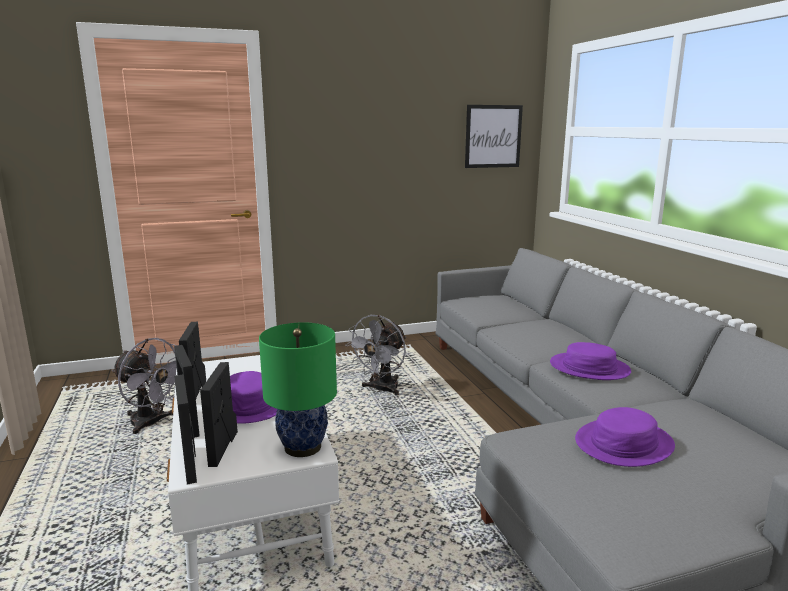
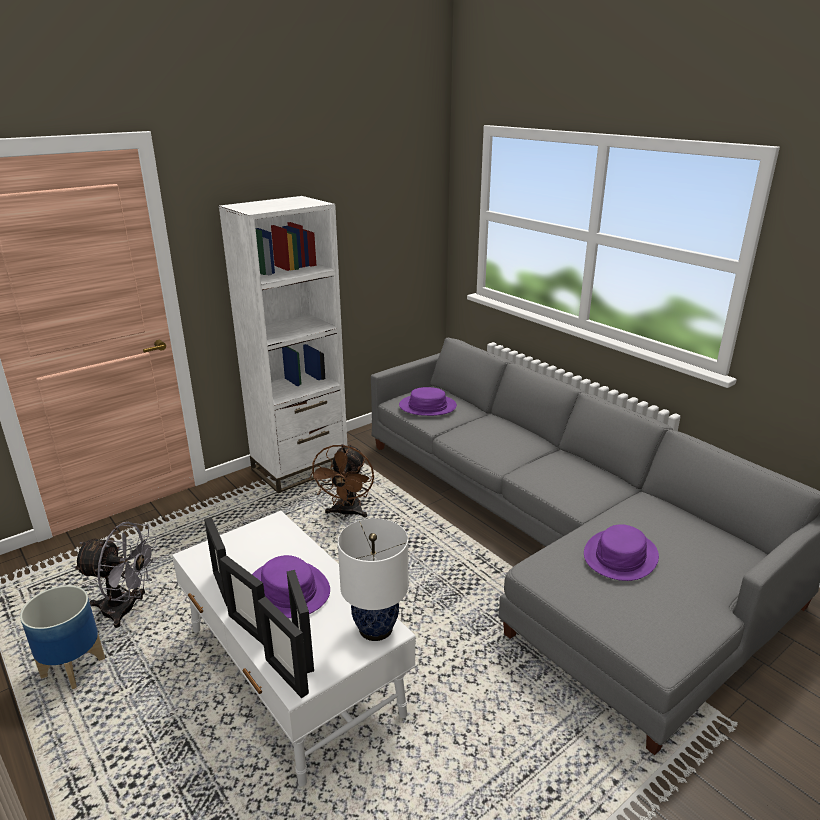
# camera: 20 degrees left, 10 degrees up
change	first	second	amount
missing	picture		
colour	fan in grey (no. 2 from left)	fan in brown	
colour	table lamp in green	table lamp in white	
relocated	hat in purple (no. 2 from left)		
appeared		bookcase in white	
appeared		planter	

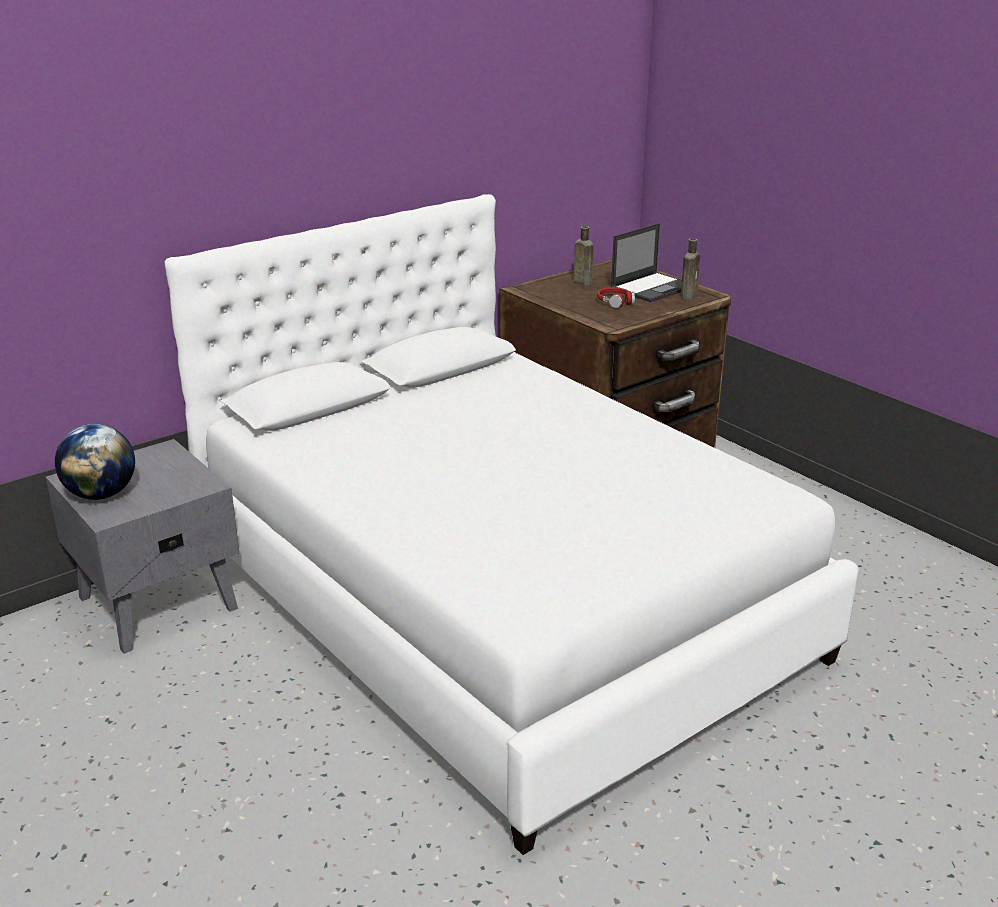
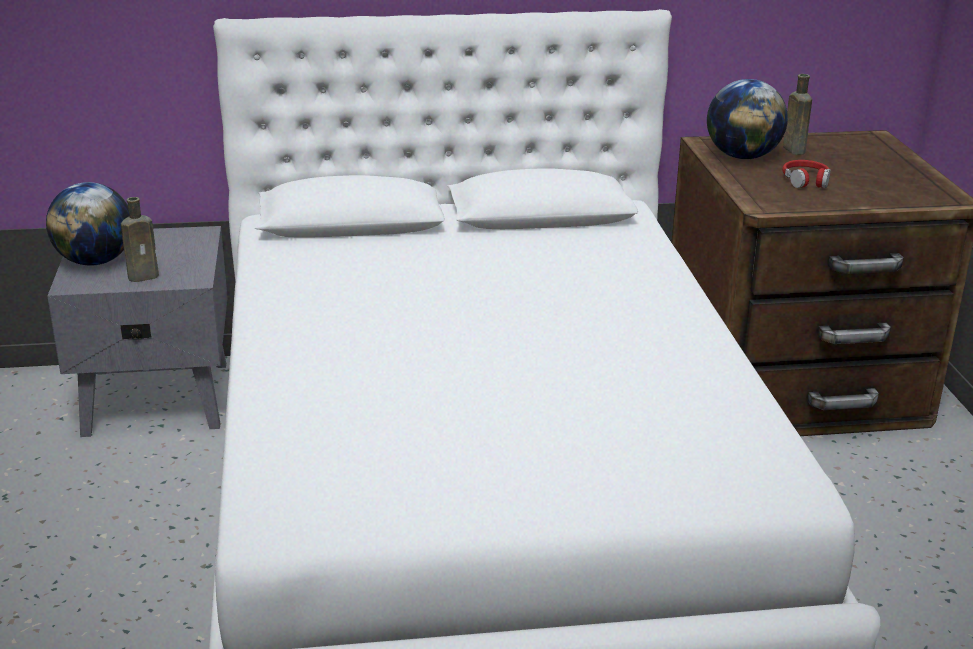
# camera: 30 degrees right, 0 degrees up
change	first	second	amount
missing	laptop		
relocated	bottle in brown (no. 2 from left in the first image)	bottle in brown (no. 1 from left)	
appeared		globe (no. 2 from left)	

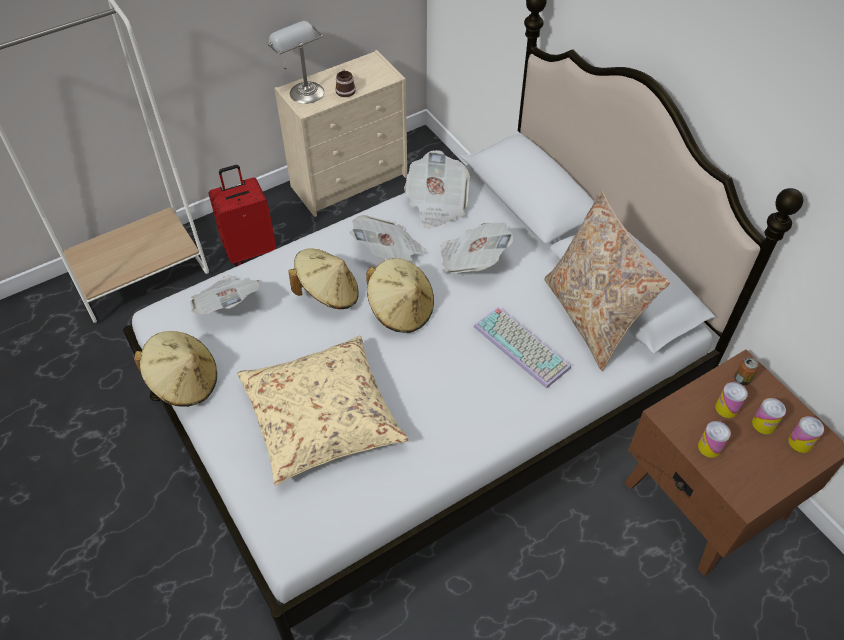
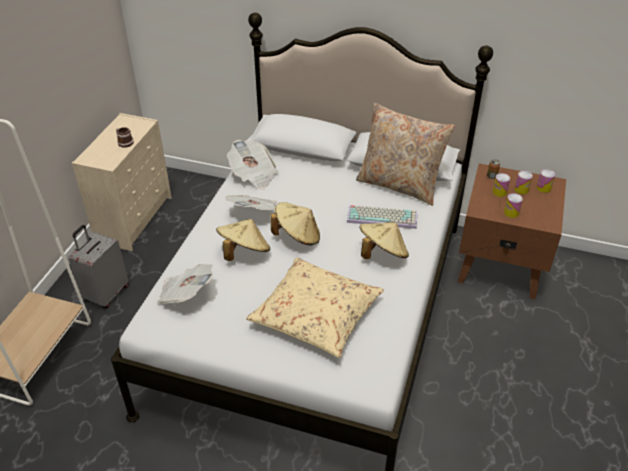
# camera: 40 degrees left, 10 degrees down
change	first	second	amount
missing	table lamp in white		
colour	suitcase in red	suitcase in grey	
missing	newspaper (no. 4 from left)		
relocated	hat in beige (no. 1 from left in the first image)	hat in beige (no. 3 from left)	

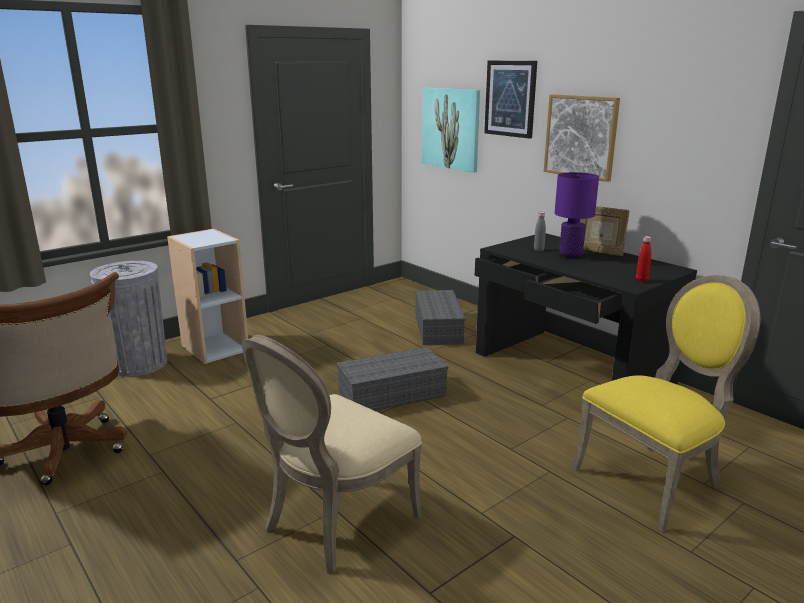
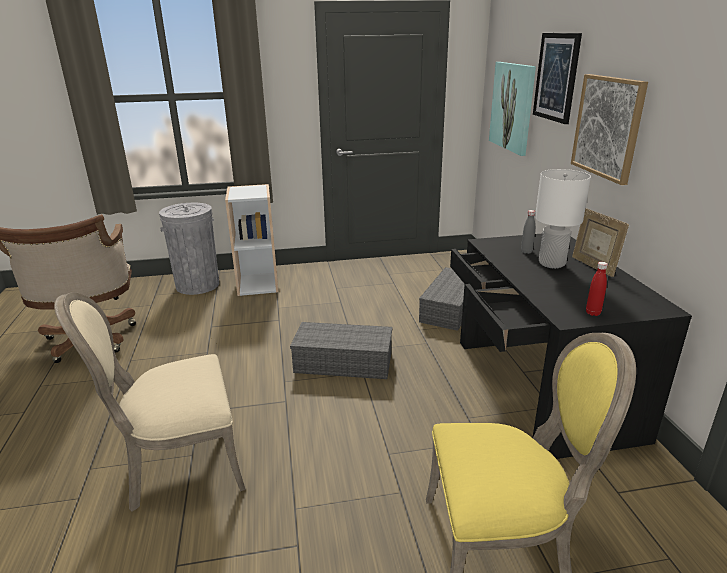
# camera: 30 degrees right, 5 degrees up
change	first	second	amount
colour	table lamp in purple	table lamp in white	

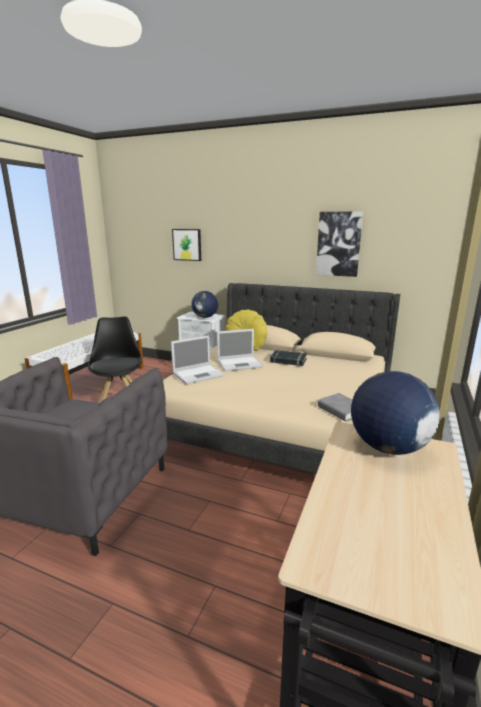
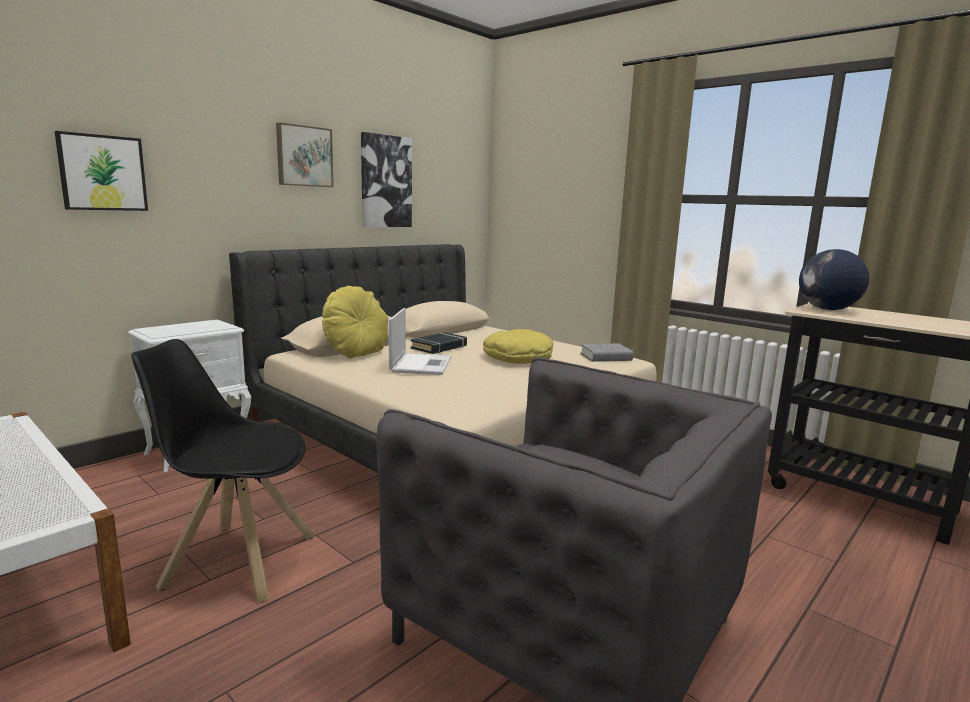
# camera: 70 degrees left, 5 degrees down
change	first	second	amount
missing	globe (no. 1 from left)		
missing	laptop (no. 1 from left)		
appeared		picture (no. 2 from left)	
appeared		pillow in yellow (no. 2 from left)	

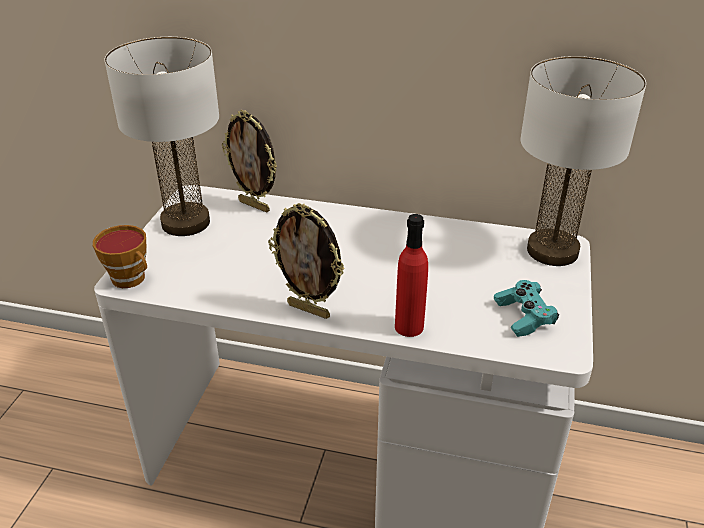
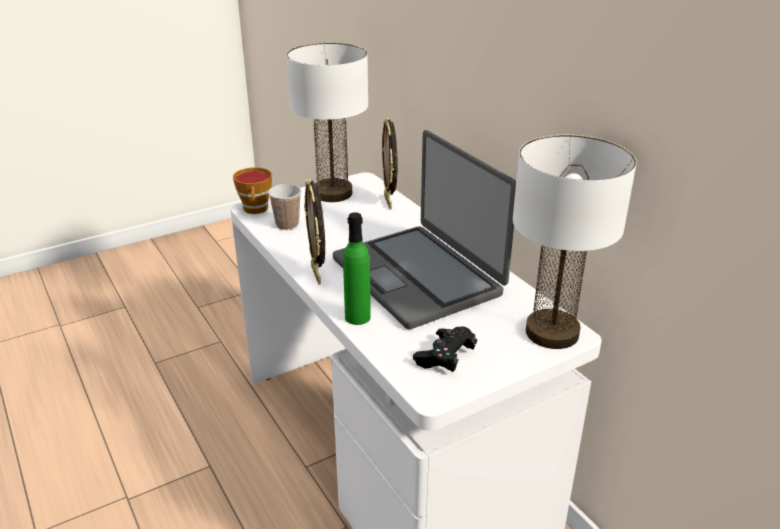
# camera: 45 degrees right, 5 degrees down
change	first	second	amount
colour	bottle in red	bottle in green	
colour	game controller in turquoise	game controller in black	
appeared		laptop	
appeared		cup (no. 2 from left)	

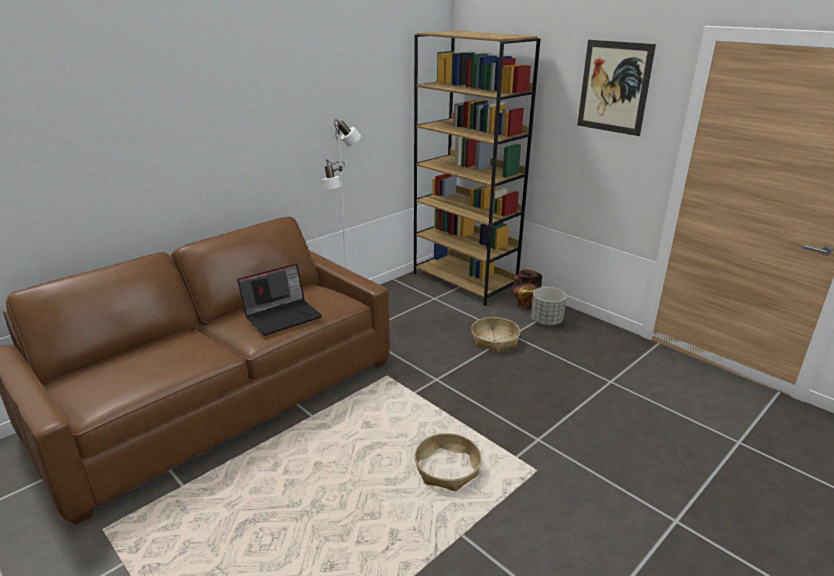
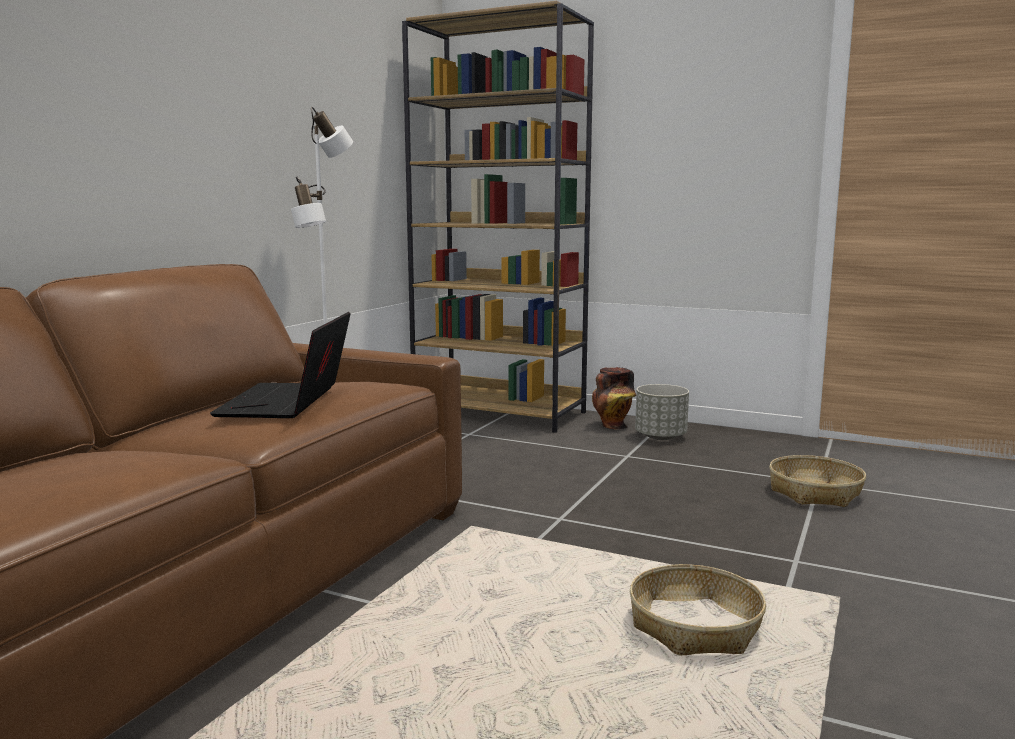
# camera: 20 degrees left, 15 degrees down
change	first	second	amount
missing	picture		
spun	laptop		150 degrees clockwise
relocated	basket (no. 2 from left)		

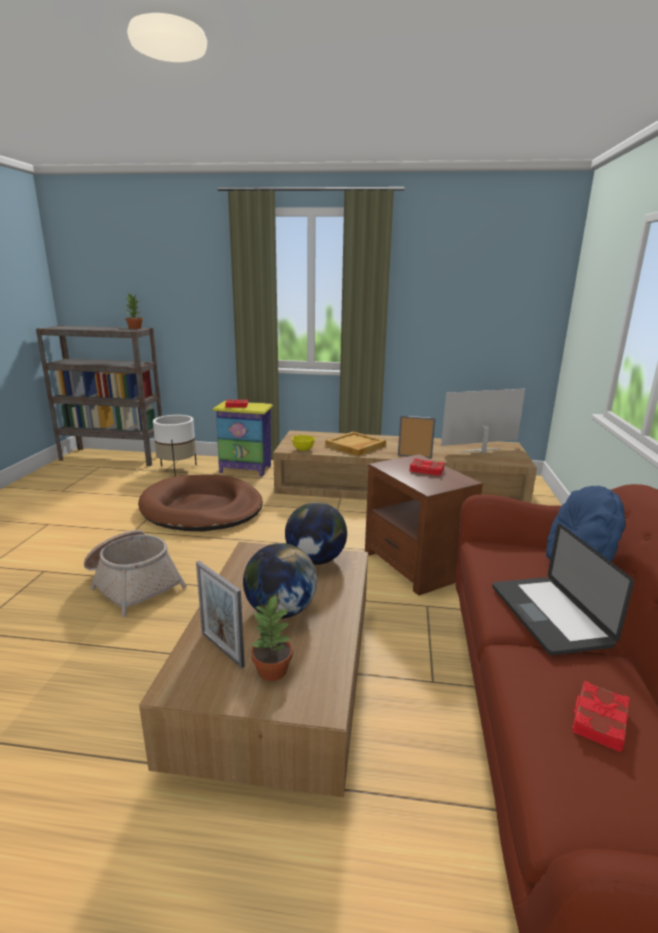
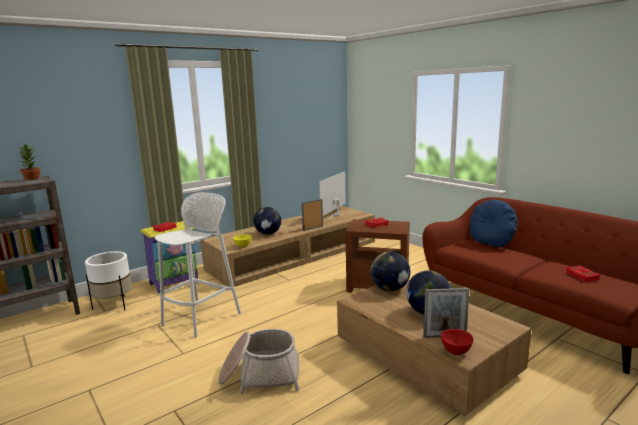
# camera: 45 degrees left, 5 degrees down
change	first	second	amount
exchanged	tray in beige	globe (no. 1 from left)	
exchanged	dog bed in brown	stool in white	
missing	laptop		
missing	potted plant (no. 2 from left)		
appeared		bowl in red	

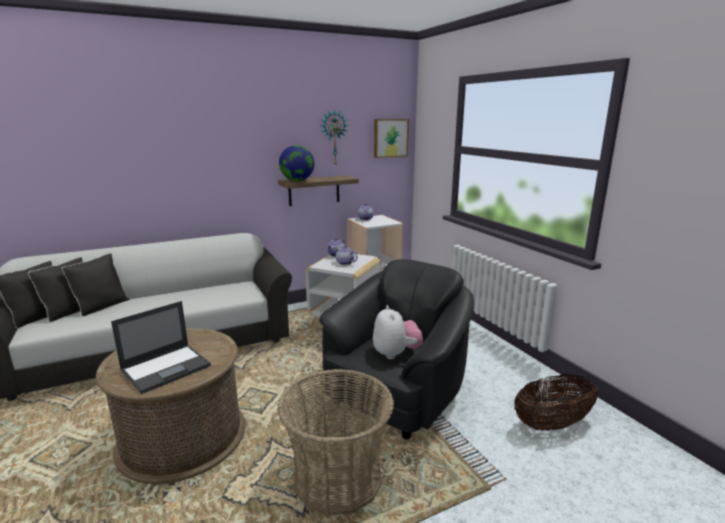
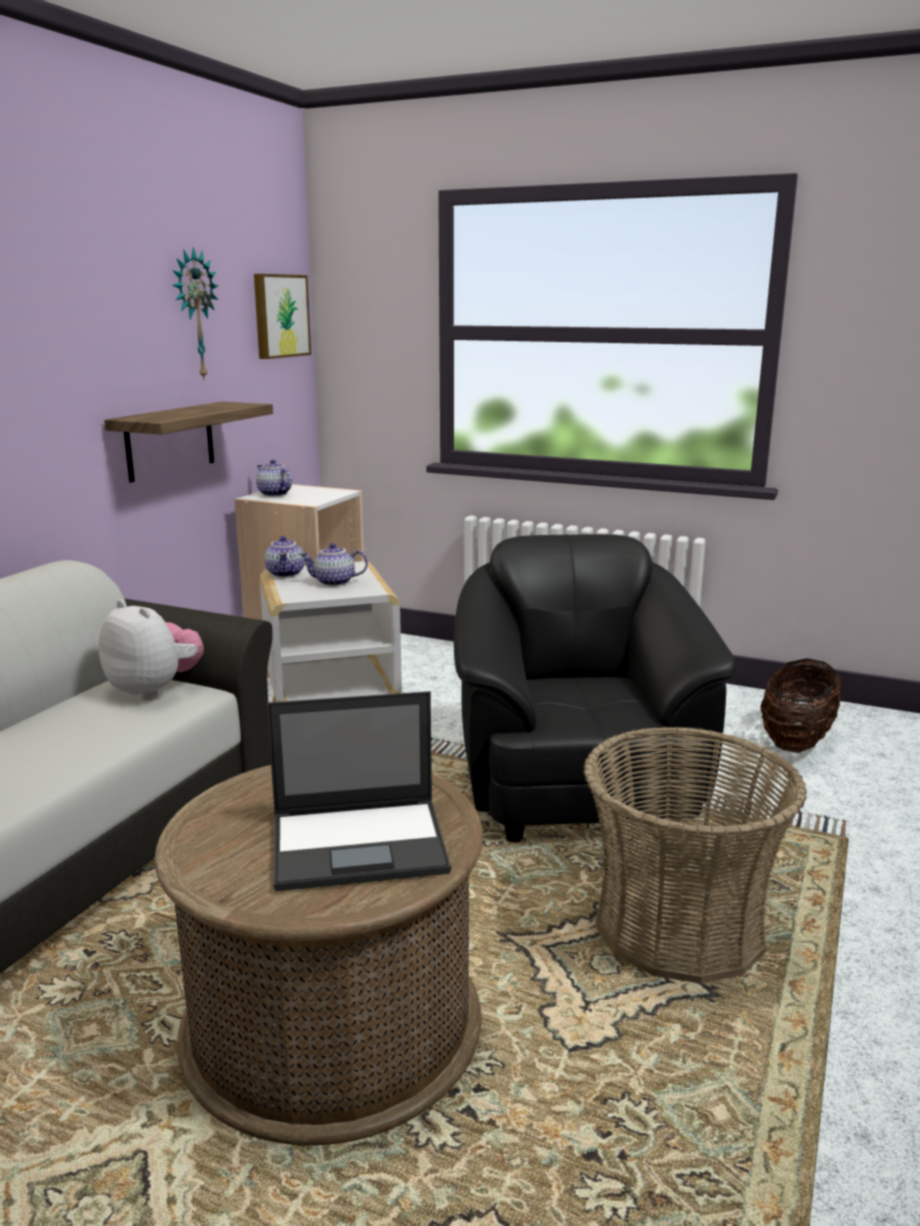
# camera: 40 degrees left, 0 degrees up
change	first	second	amount
missing	globe		
spun	laptop		75 degrees clockwise
relocated	plush toy		

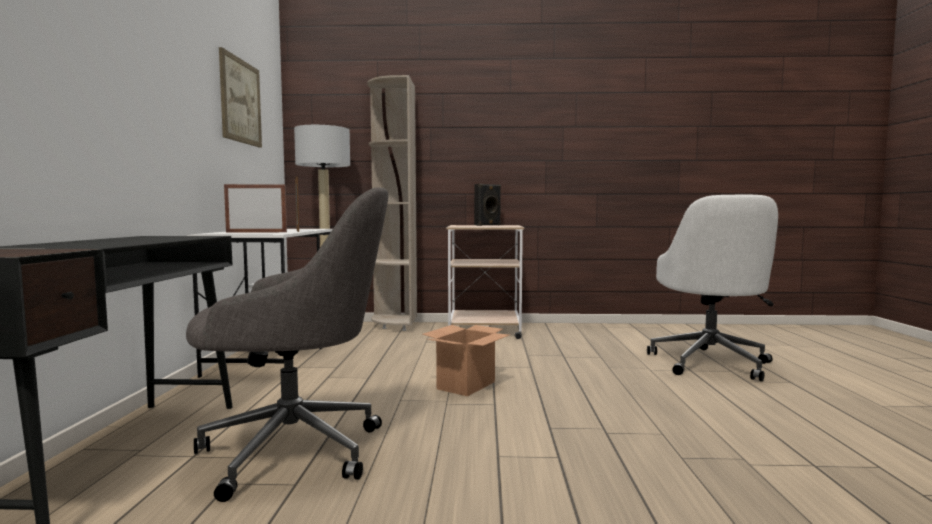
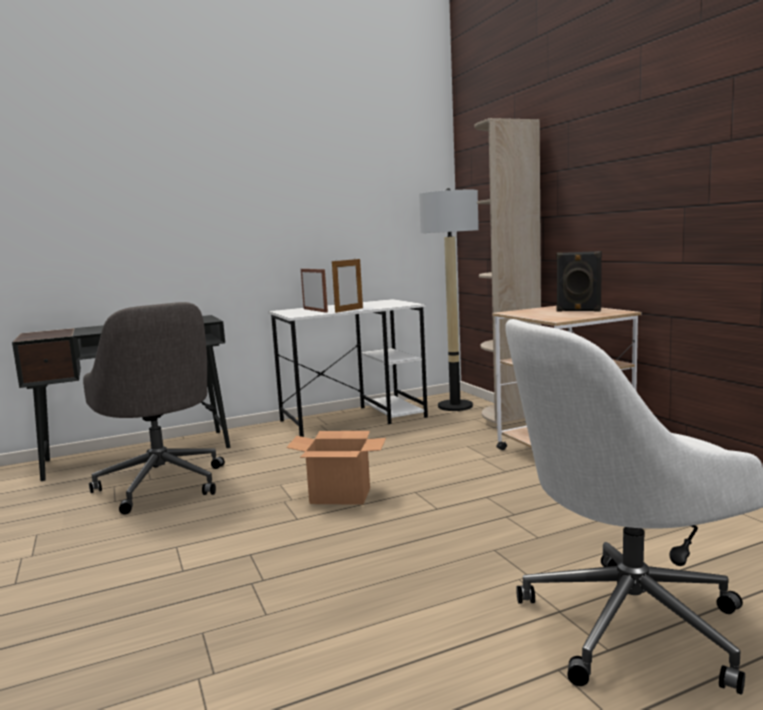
# camera: 65 degrees right, 5 degrees up
change	first	second	amount
missing	picture		

